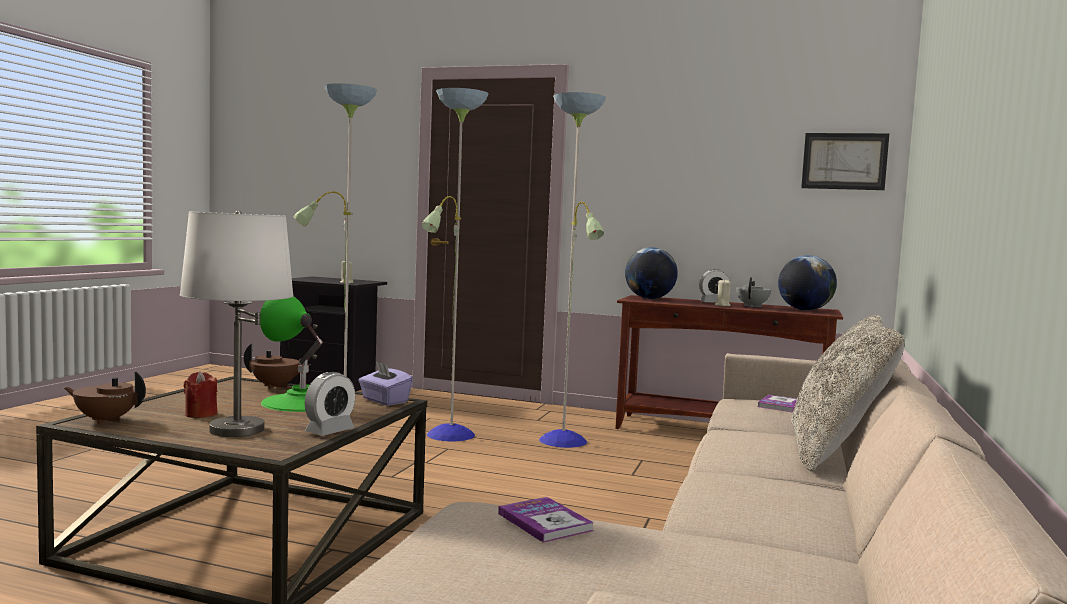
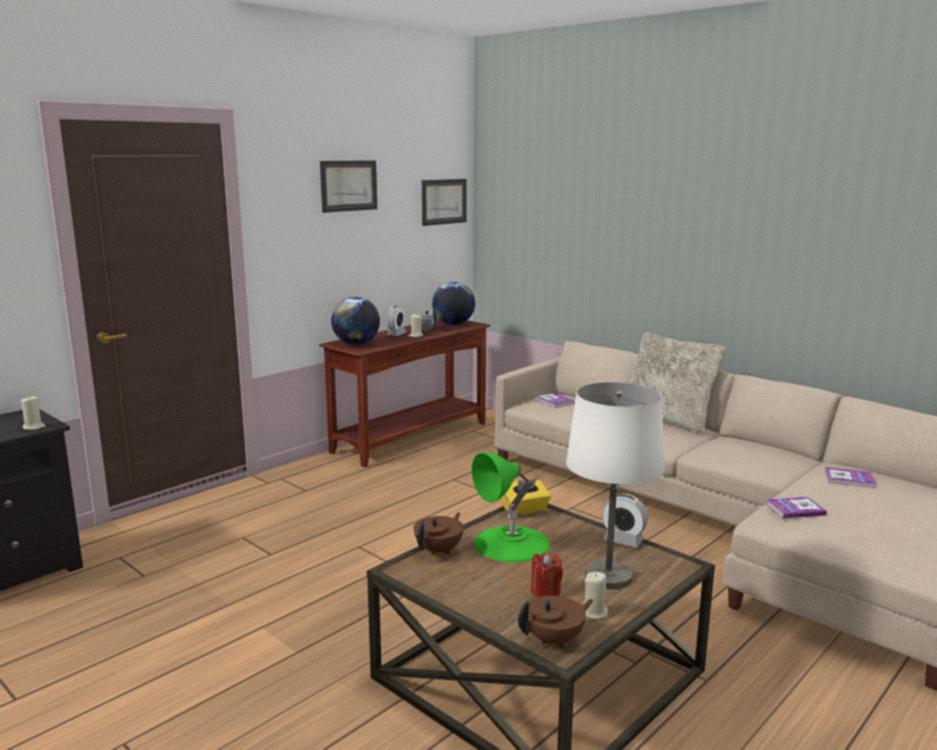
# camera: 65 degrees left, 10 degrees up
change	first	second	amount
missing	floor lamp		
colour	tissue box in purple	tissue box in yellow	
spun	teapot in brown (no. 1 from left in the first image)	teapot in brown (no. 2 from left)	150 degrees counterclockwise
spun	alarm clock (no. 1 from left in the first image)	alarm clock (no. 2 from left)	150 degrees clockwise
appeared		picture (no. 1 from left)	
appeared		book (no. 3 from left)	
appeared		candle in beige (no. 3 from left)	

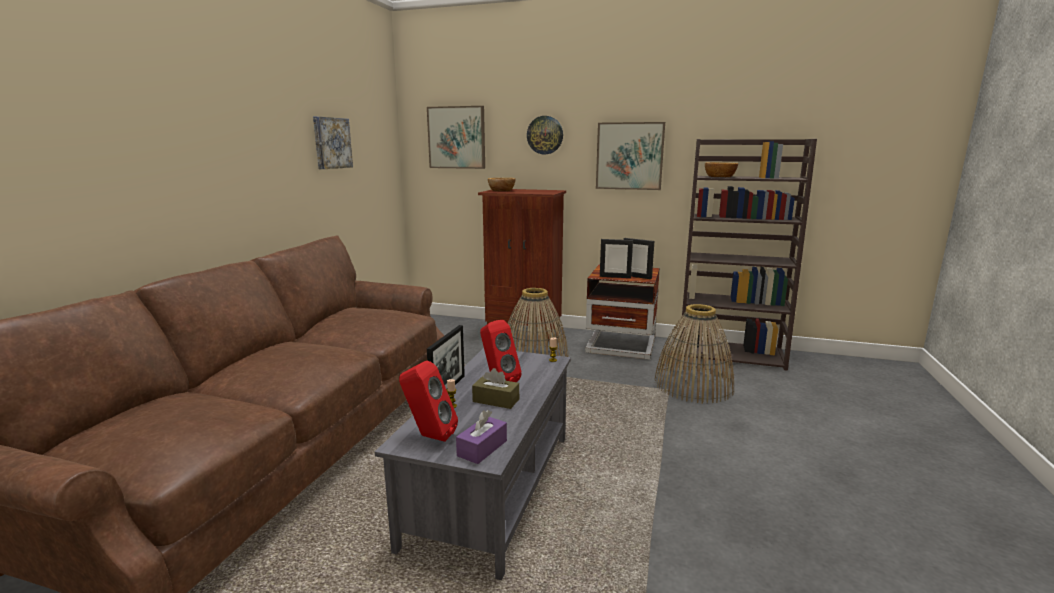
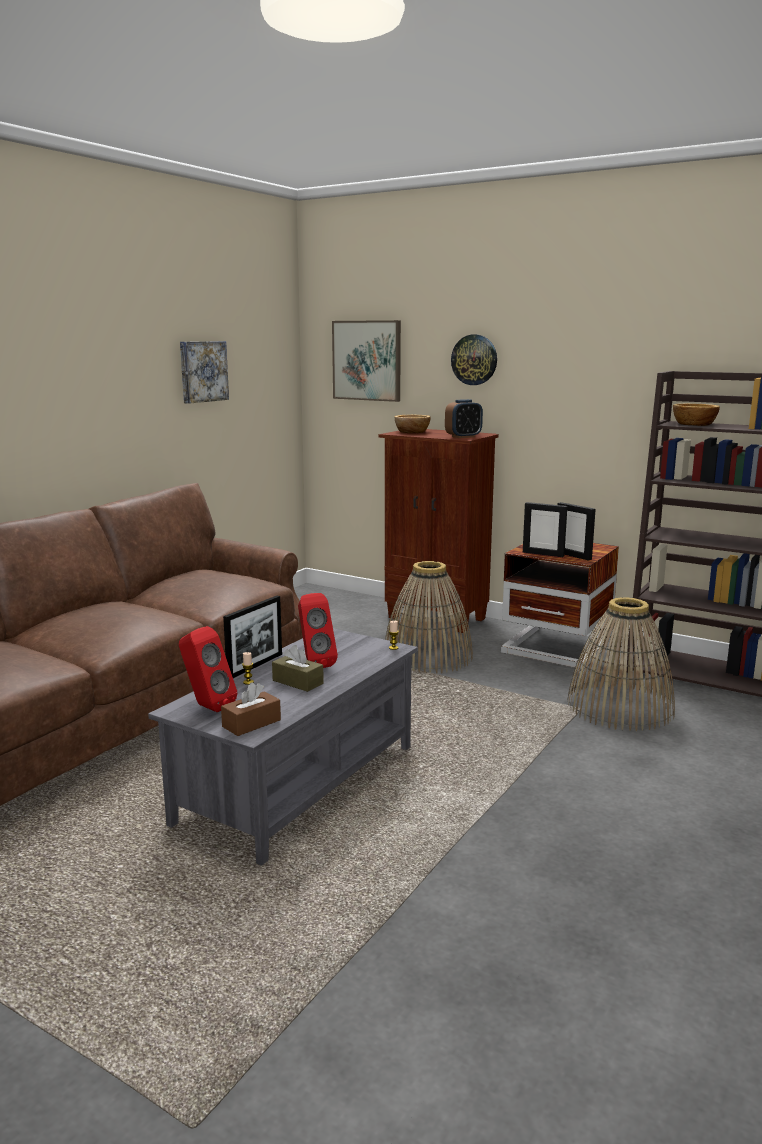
# camera: 15 degrees right, 0 degrees up
change	first	second	amount
missing	picture (no. 3 from left)		
colour	tissue box in purple	tissue box in brown (no. 1 from left)	
appeared		alarm clock	

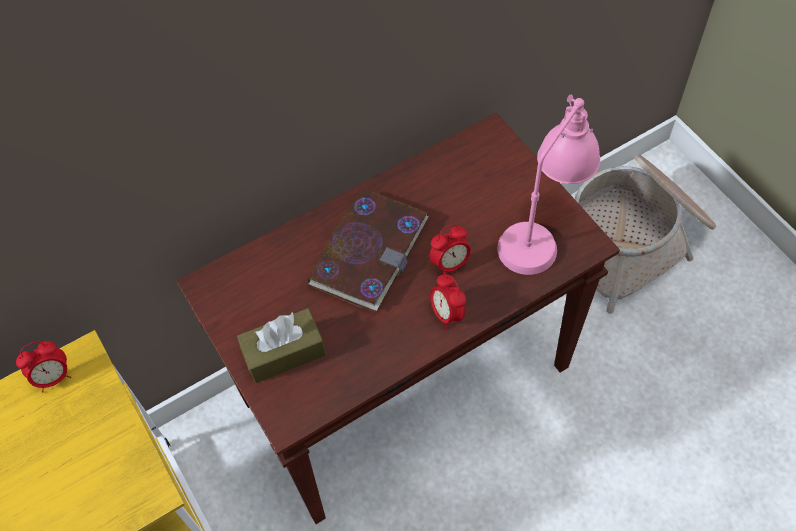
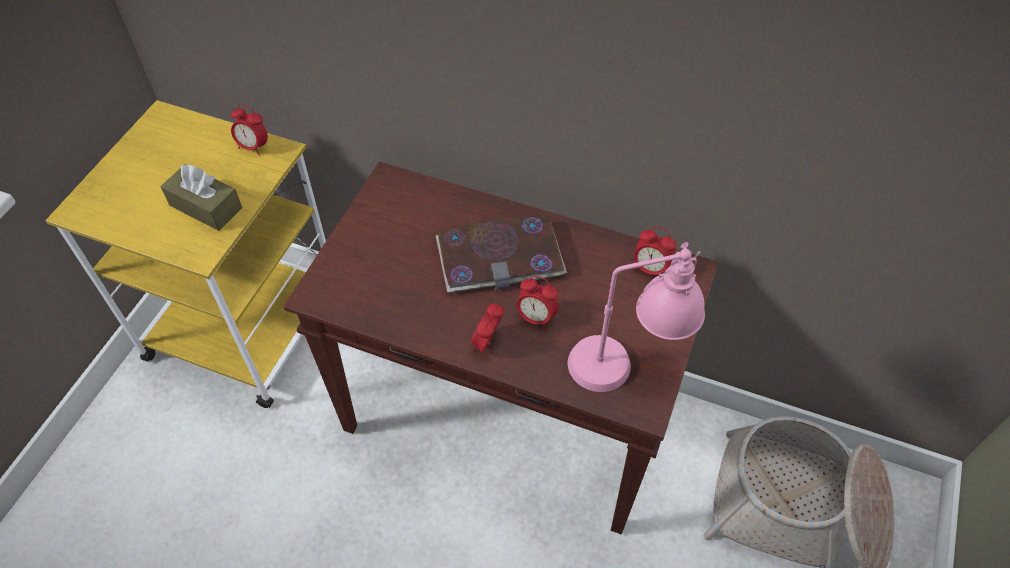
# camera: 50 degrees right, 5 degrees down
change	first	second	amount
relocated	tissue box in brown		
appeared		alarm clock (no. 4 from left)	

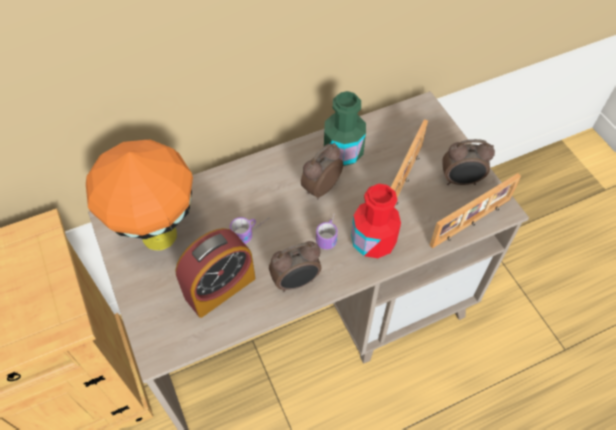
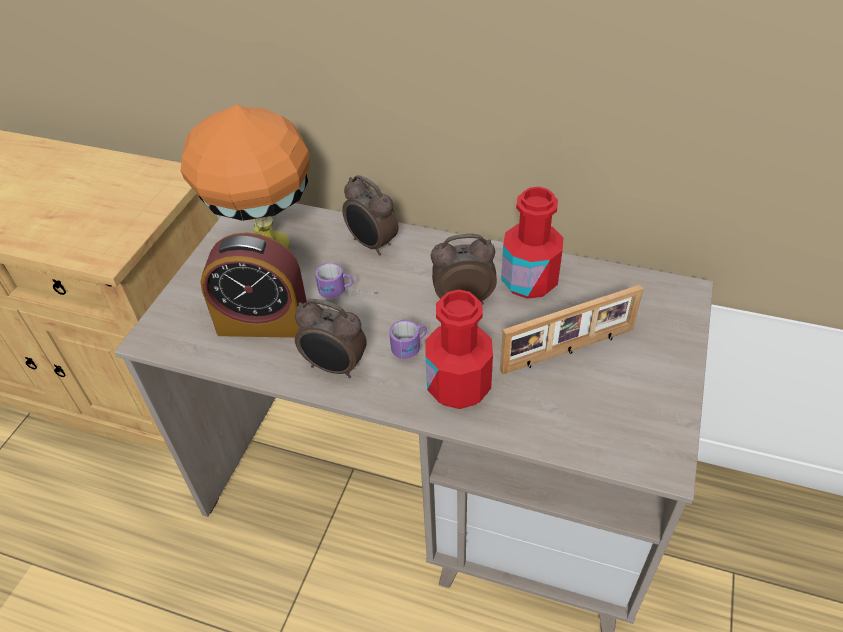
# camera: 45 degrees right, 10 degrees down
change	first	second	amount
colour	bottle in green	bottle in red (no. 2 from left)	
relocated	alarm clock (no. 4 from left in the first image)	alarm clock (no. 3 from left)	
missing	picture frame (no. 2 from left)		

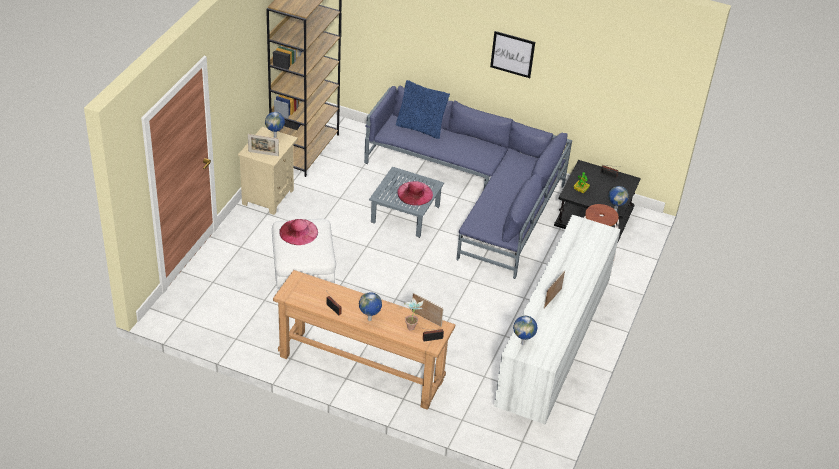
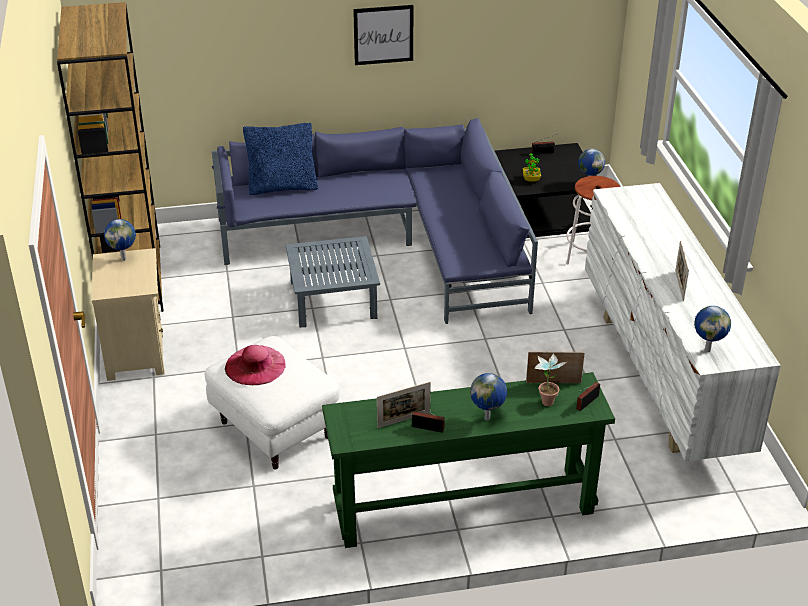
# camera: 30 degrees left, 5 degrees down
change	first	second	amount
relocated	picture frame (no. 1 from left)		
missing	hat in pink (no. 2 from left)		
colour	console table in brown	console table in green	

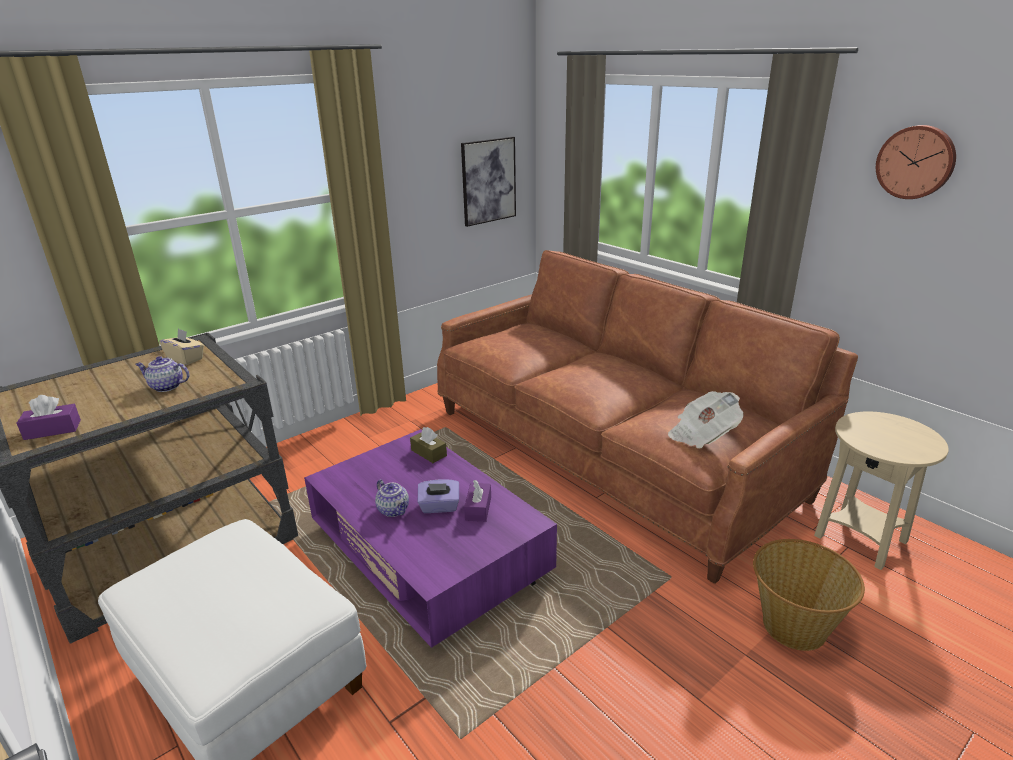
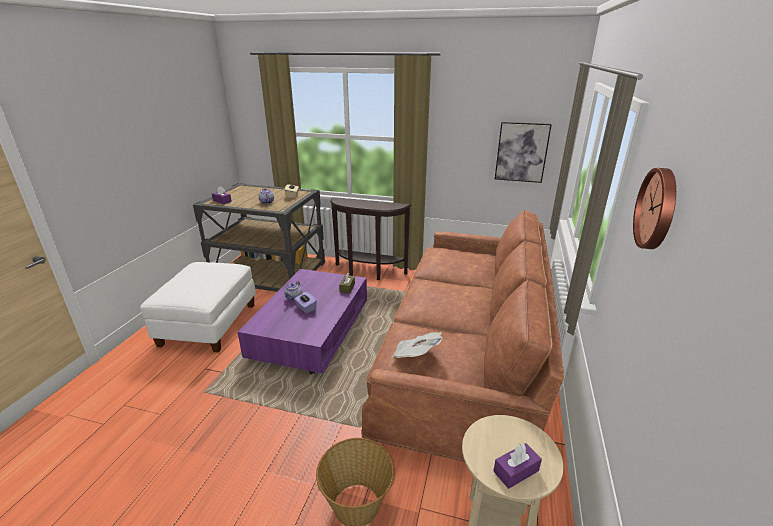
# camera: 55 degrees right, 0 degrees up
change	first	second	amount
relocated	tissue box in purple (no. 3 from left)		
appeared		console table in brown	

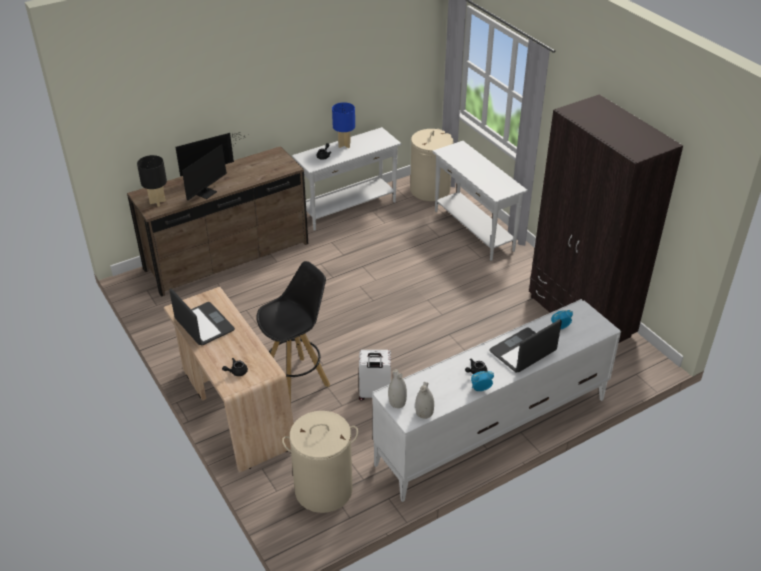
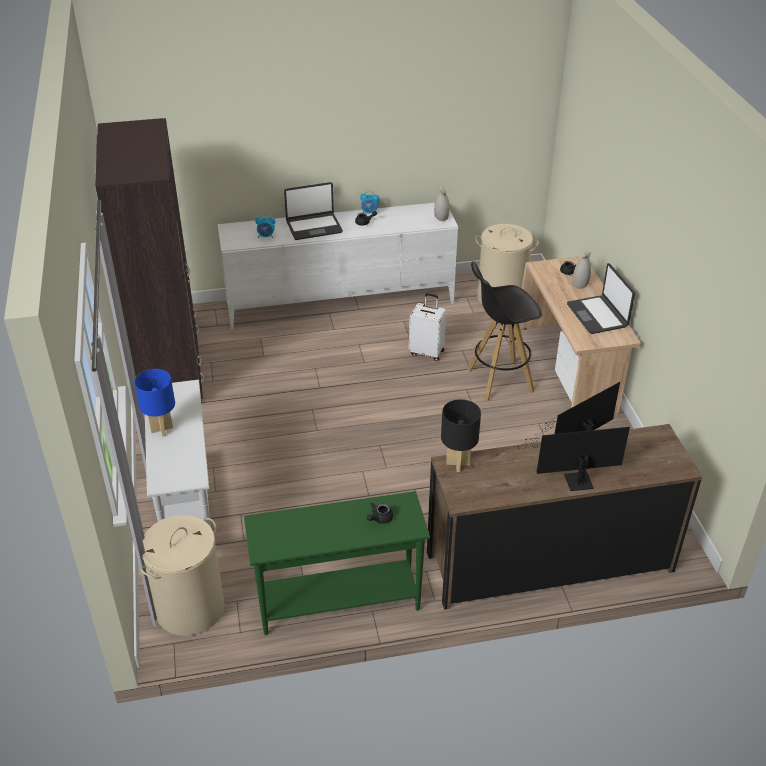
# camera: 160 degrees left, 0 degrees up
change	first	second	amount
relocated	table lamp in blue		
colour	console table in white (no. 1 from left)	console table in green	
relocated	table lamp in black		
relocated	vase in white (no. 2 from left)		

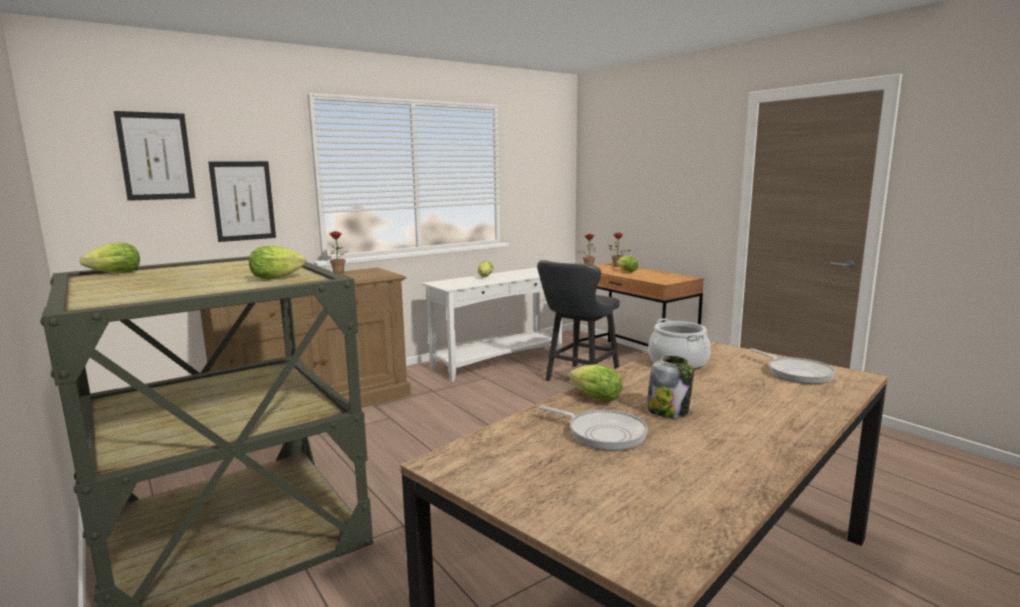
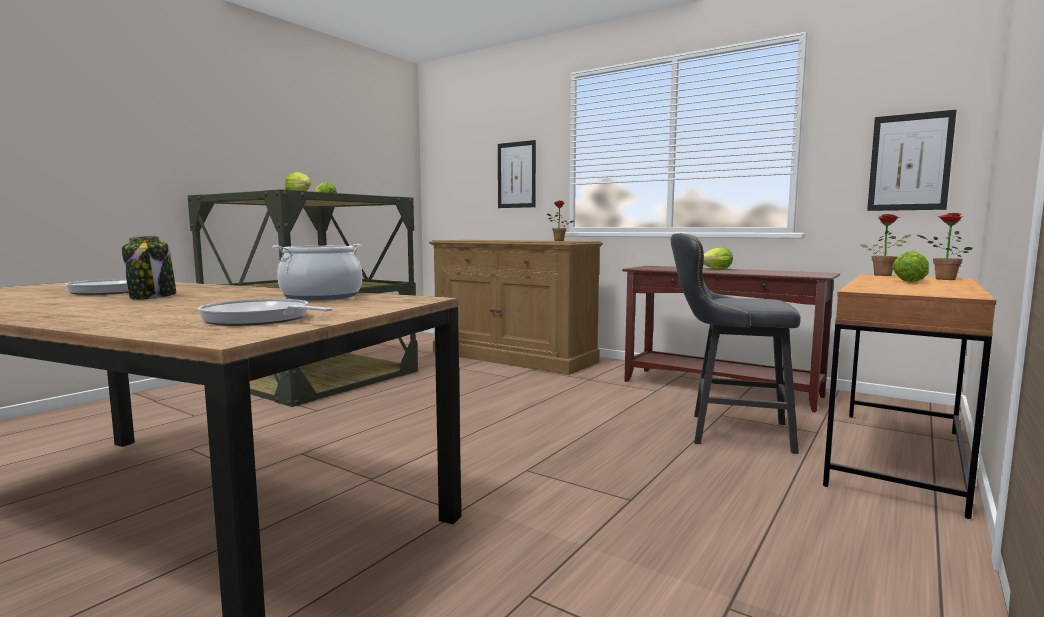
# camera: 70 degrees right, 5 degrees down
change	first	second	amount
relocated	picture (no. 1 from left in the first image)	picture (no. 2 from left)	
colour	console table in white	console table in brown	
spun	frying pan (no. 2 from left)		75 degrees clockwise
missing	lettuce (no. 4 from left)		

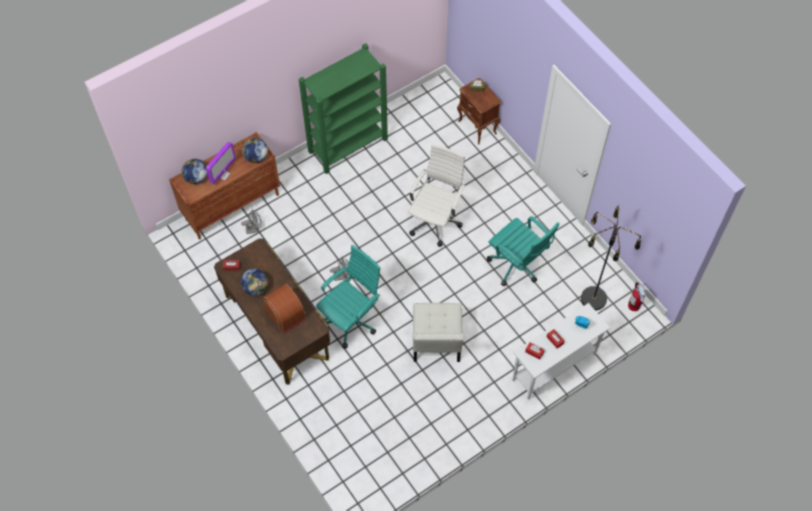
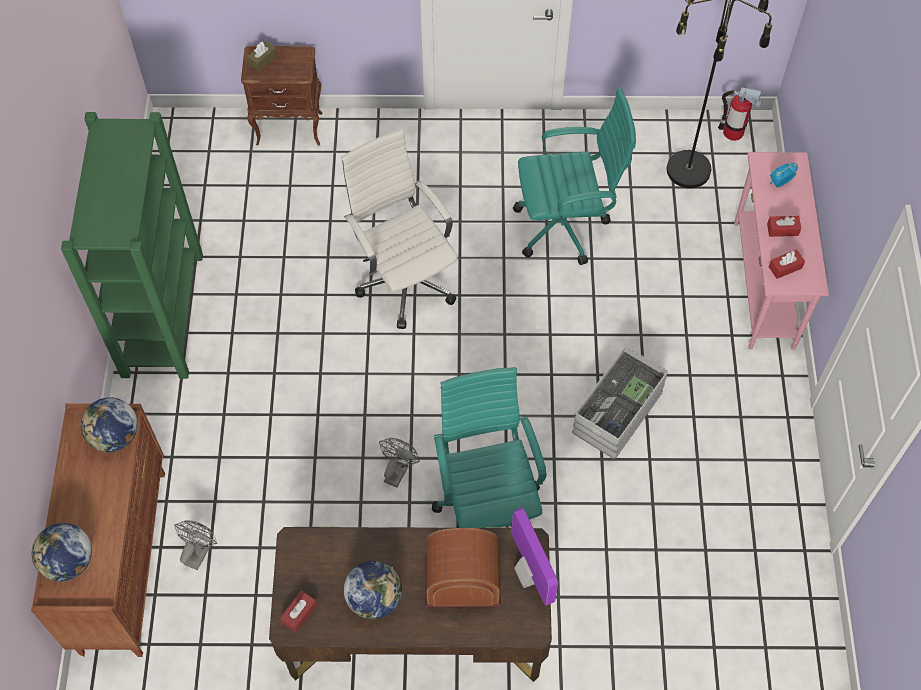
# camera: 55 degrees left, 0 degrees up
change	first	second	amount
relocated	monitor		
exchanged	chair in white	storage box in grey	
colour	console table in white	console table in pink	

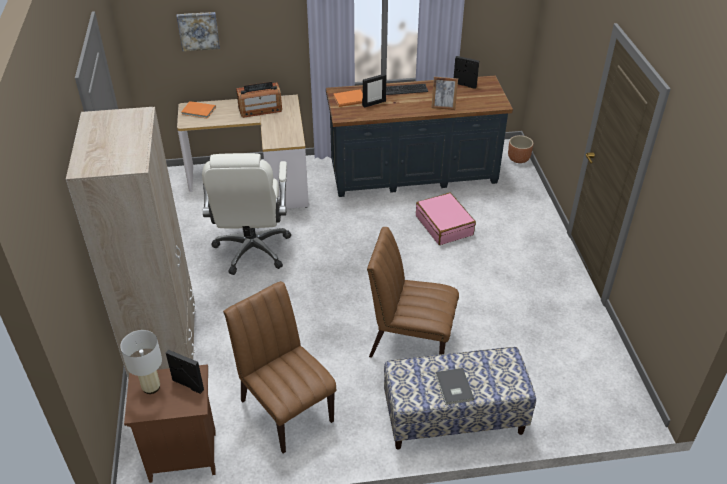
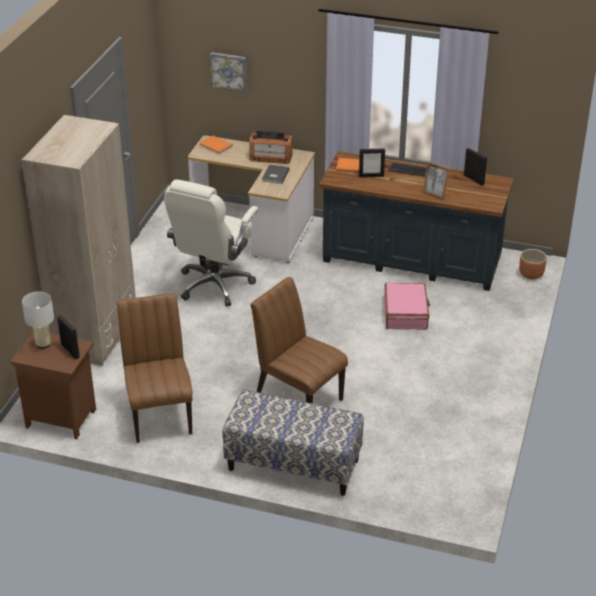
# camera: 25 degrees right, 5 degrees down
change	first	second	amount
relocated	book in grey		

